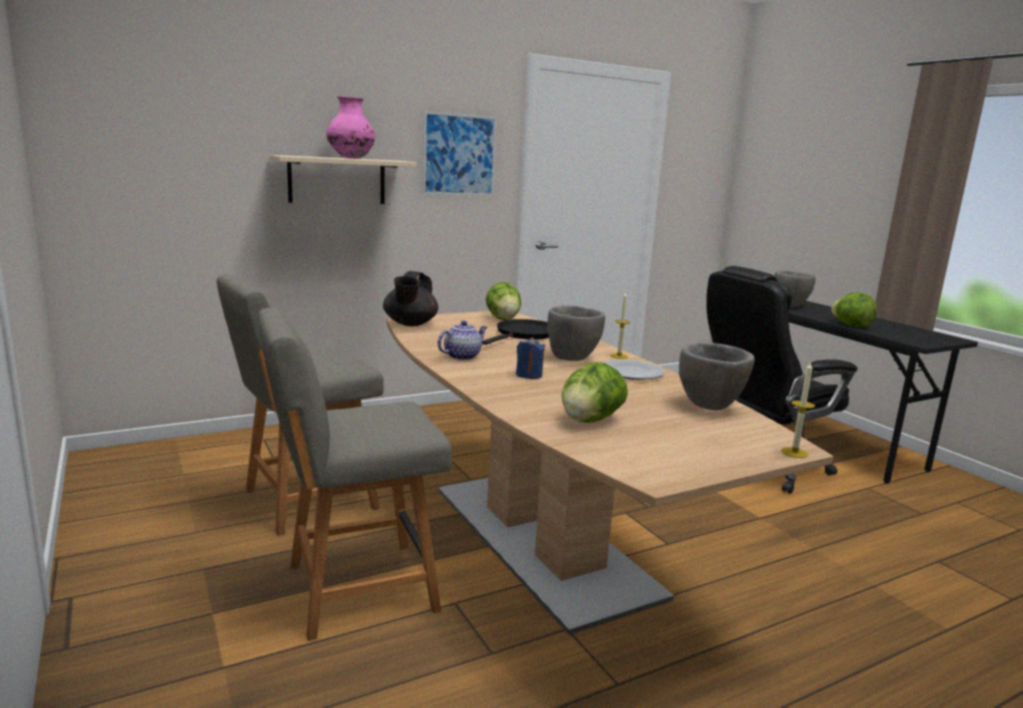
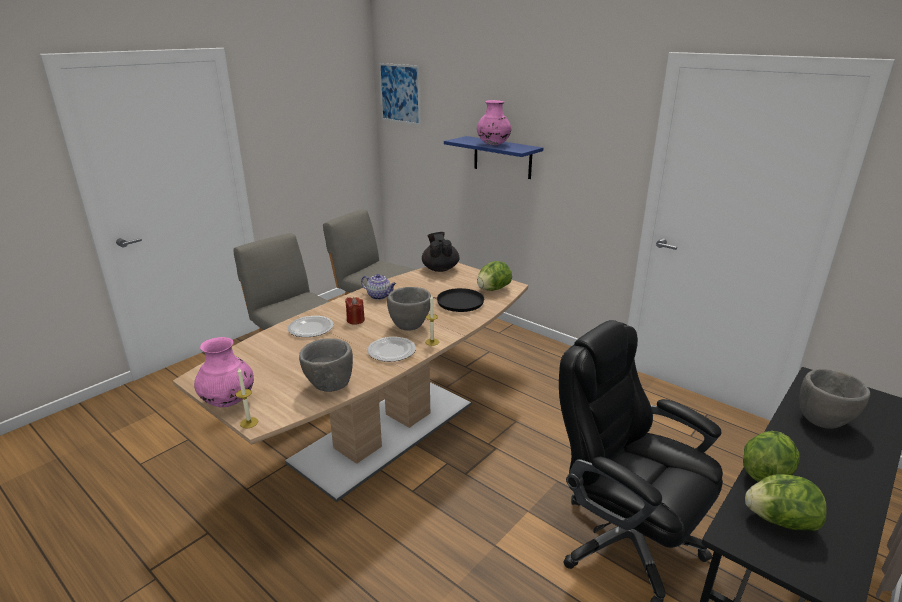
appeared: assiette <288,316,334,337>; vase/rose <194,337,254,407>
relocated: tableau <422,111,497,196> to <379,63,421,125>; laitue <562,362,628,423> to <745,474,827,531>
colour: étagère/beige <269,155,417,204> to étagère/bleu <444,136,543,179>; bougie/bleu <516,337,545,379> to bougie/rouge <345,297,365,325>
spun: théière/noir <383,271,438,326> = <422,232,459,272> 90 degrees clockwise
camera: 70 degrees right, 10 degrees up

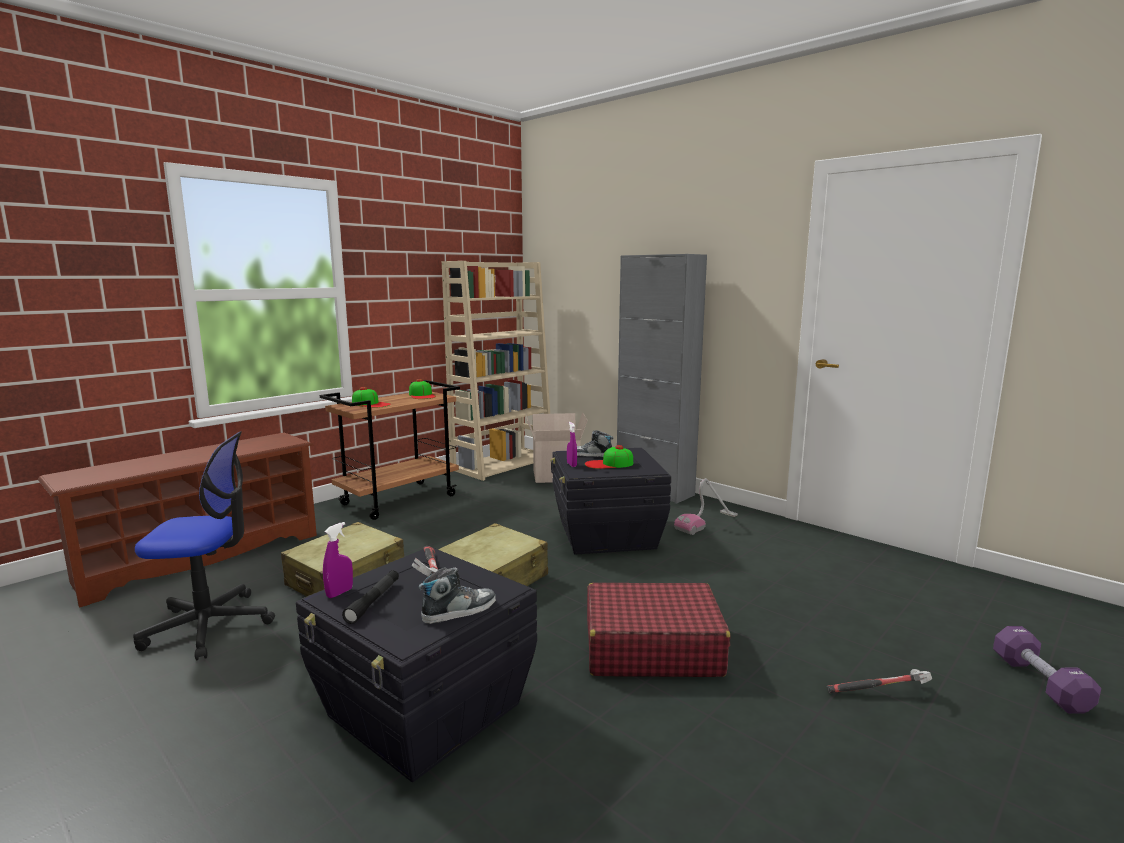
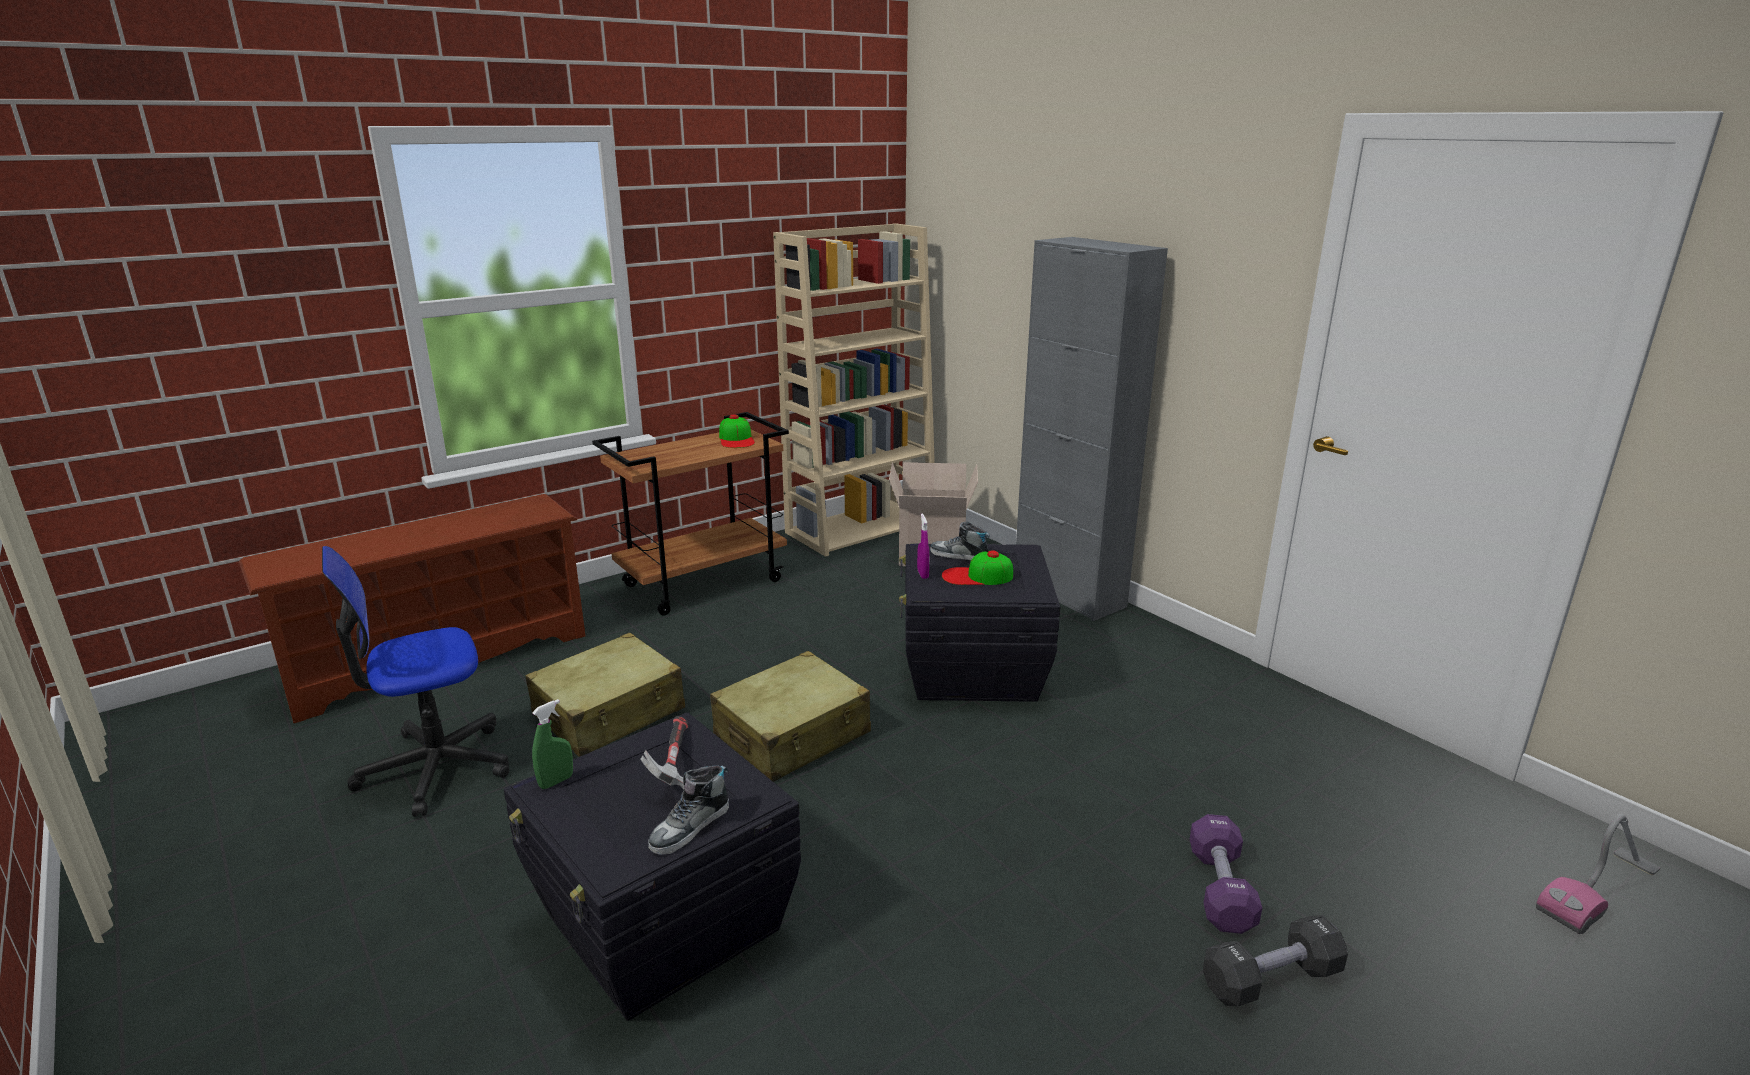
missing: casquette <352,387,391,408>; lampe de poche/noir <342,570,399,624>; valise/rouge <587,583,730,677>
relocated: aspirateur <674,478,738,535> to <1536,814,1660,934>; haltère/violet <993,626,1101,714> to <1190,814,1262,934>
exchanged: marteau <827,669,932,693> to haltère/noir <1203,915,1348,1006>
colour: vaporisateur/violet <323,522,353,598> to vaporisateur/vert <532,699,573,789>
spun: chaise de bureau <133,432,275,661> = <322,546,509,817> 150 degrees clockwise; chaussure <418,567,496,624> = <648,766,729,855> 150 degrees clockwise
camera: 10 degrees right, 10 degrees up

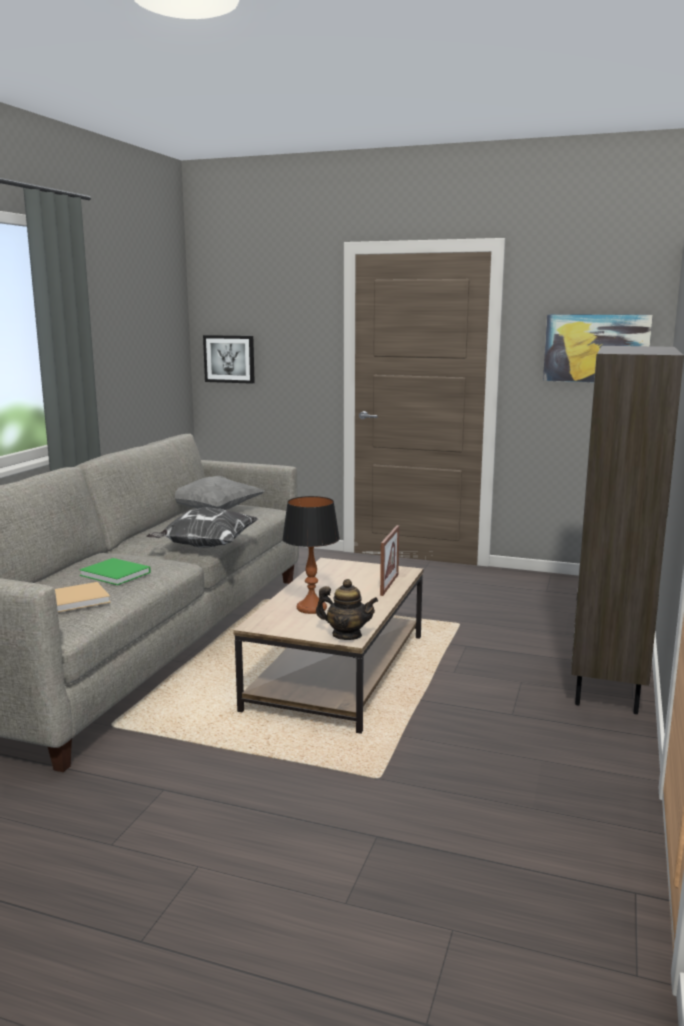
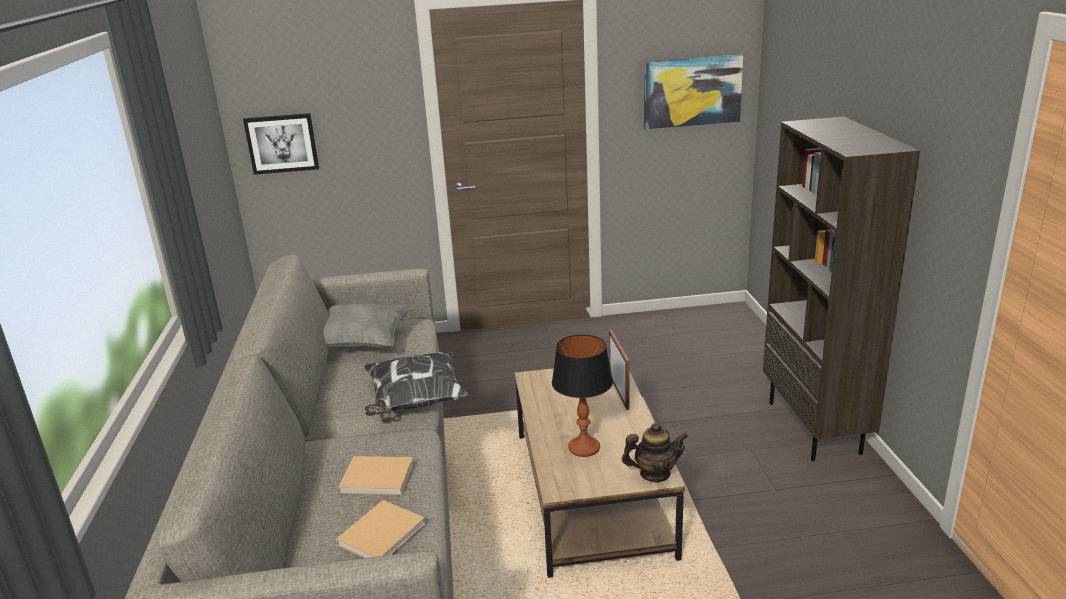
colour: livre/vert <79,558,151,585> to livre/beige <338,456,414,495>
camera: 25 degrees left, 10 degrees up

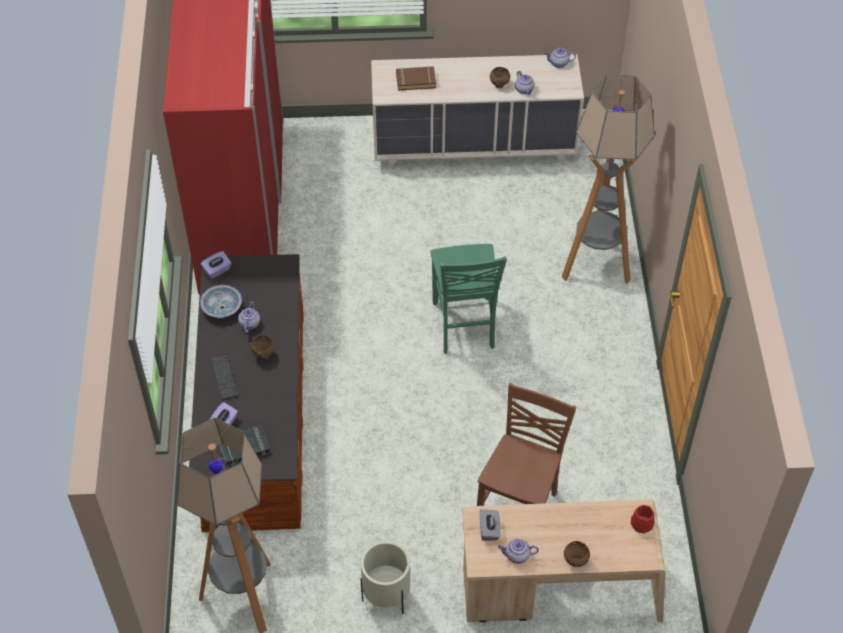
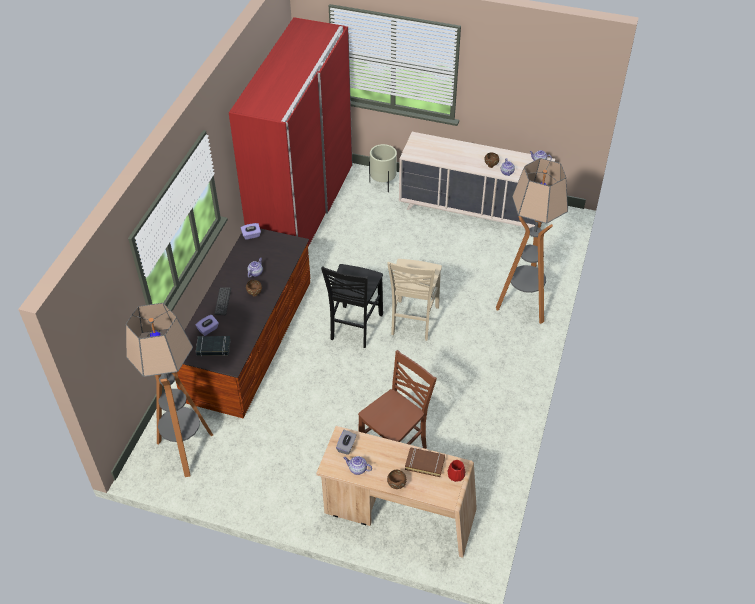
missing: bol <200,285,242,318>
appeared: chaise/noir <321,264,383,348>
relocated: livre/marron <396,66,436,91> to <405,447,445,477>; cache-pot/beige <360,541,410,614> to <369,144,397,192>
colour: chaise/vert <430,244,507,354> to chaise/beige <387,259,442,341>
camera: 20 degrees right, 5 degrees down

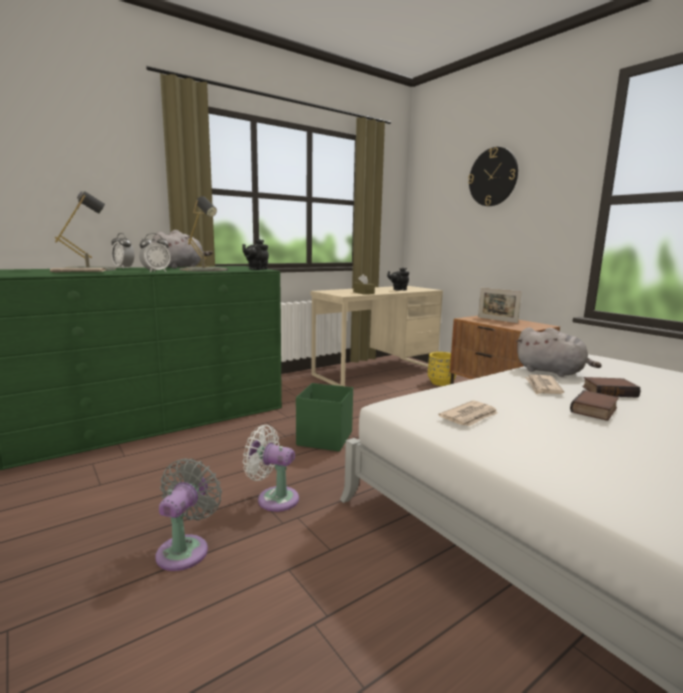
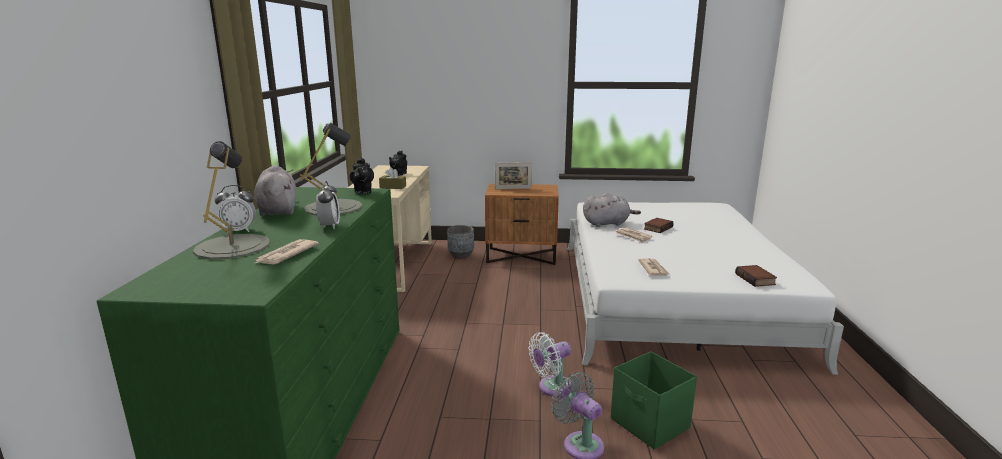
missing: horloge murale <468,147,518,206>
relocated: boîte de rangement/vert <296,383,353,452> to <611,351,697,449>; livre <570,390,619,421> to <735,265,777,287>
colour: cache-pot/jaune <428,352,456,386> to cache-pot/gris <447,225,474,258>
camera: 50 degrees left, 5 degrees up

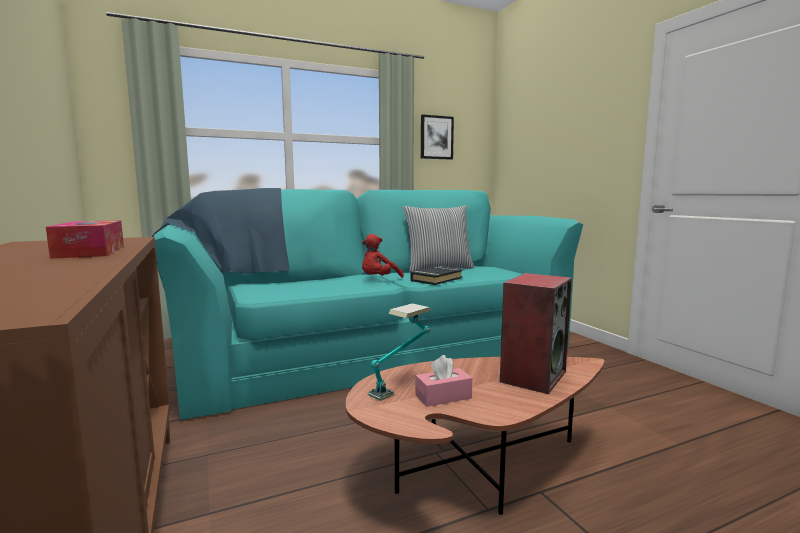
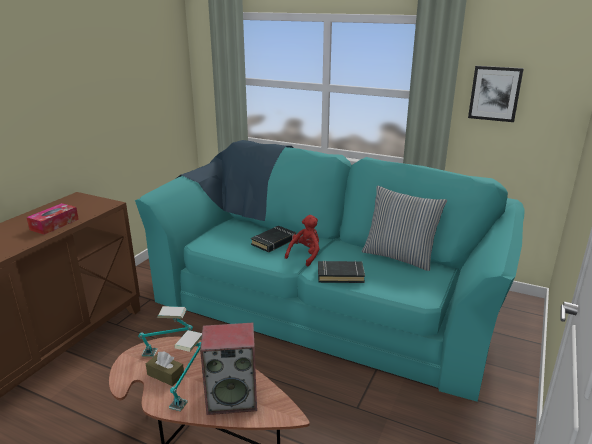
appeared: livre/noir <251,226,296,252>; lampe de table <169,330,202,412>
colour: boîte à mouchoirs/rose <416,355,472,407> to boîte à mouchoirs/marron <146,351,184,386>
spun: peluche/rouge <362,234,404,278> = <285,215,319,267> 120 degrees clockwise
camera: 50 degrees right, 15 degrees up

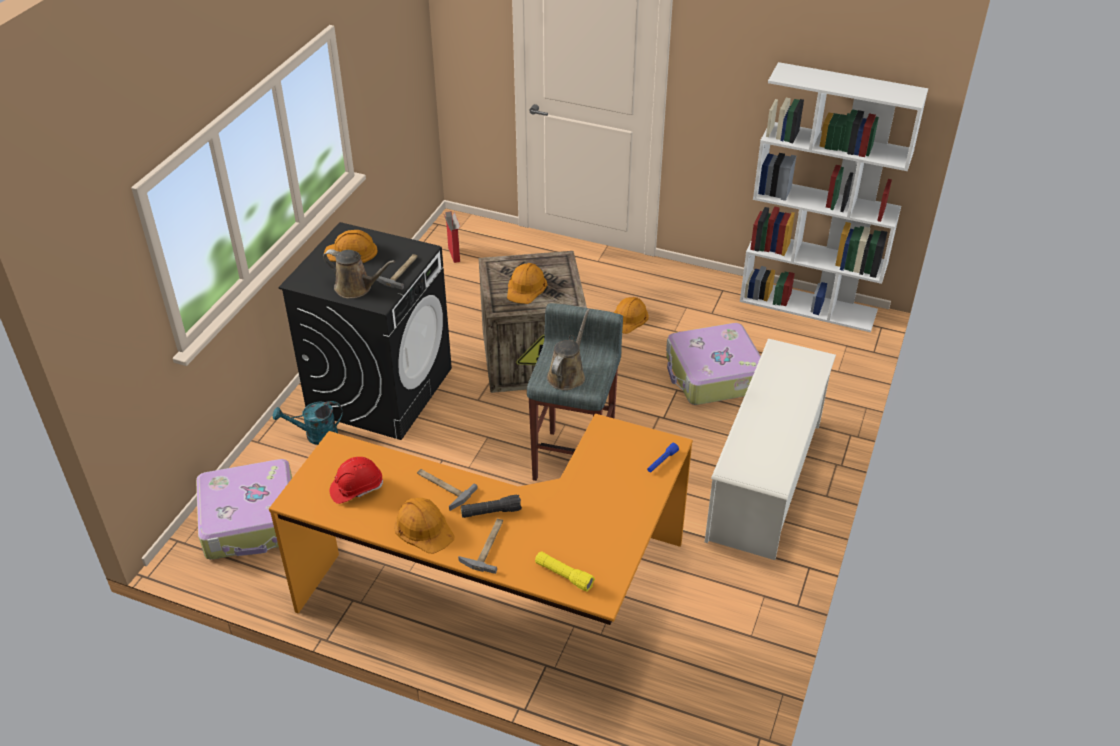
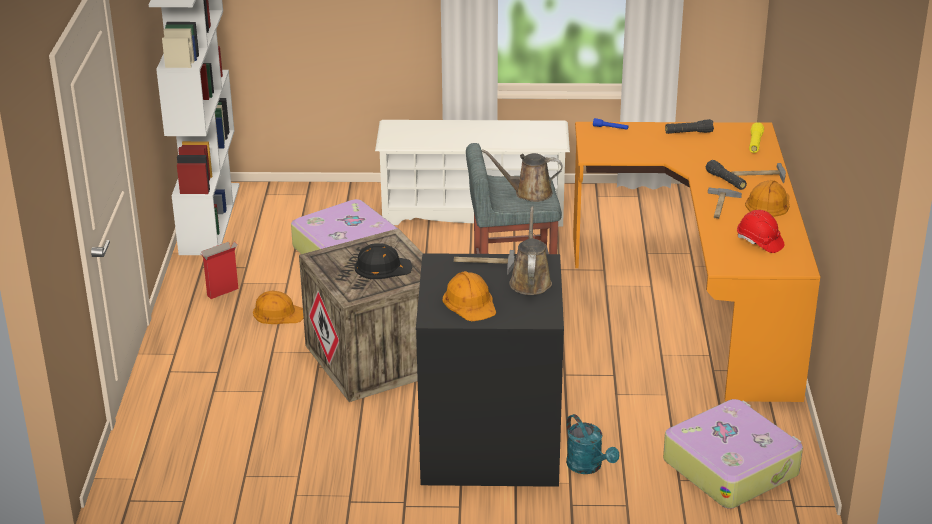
appeared: lampe de poche/noir <665,119,714,134>
relocated: carton <444,211,460,263> to <200,242,238,299>
colour: casque de chantier/orange <507,263,547,304> to casque de chantier/noir <354,243,412,279>
camera: 110 degrees left, 10 degrees down

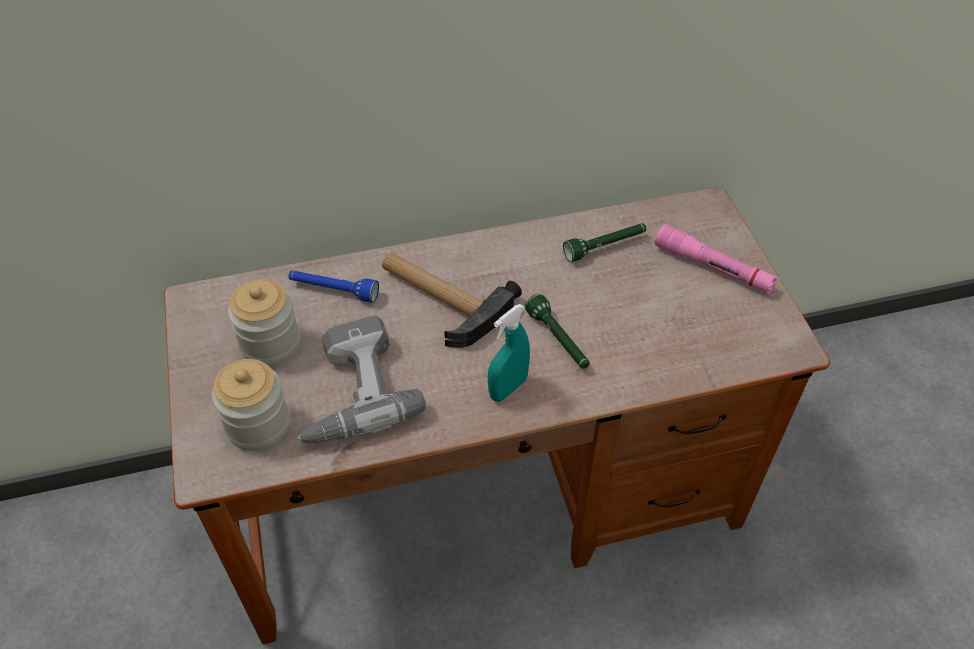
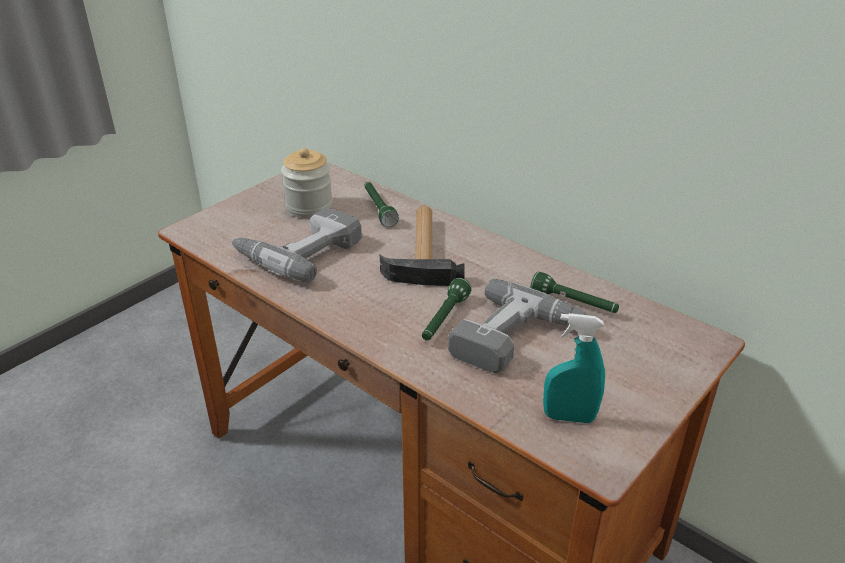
missing: lampe de poche/rose <655,224,777,294>; bocal <212,359,290,451>
appeared: perceuse <448,279,587,373>
relocated: vaporisateur/turquoise <488,304,530,402> to <543,313,605,423>
colour: lampe de poche/bleu <288,270,379,303> to lampe de poche/vert <364,182,399,227>
camera: 55 degrees right, 15 degrees down

